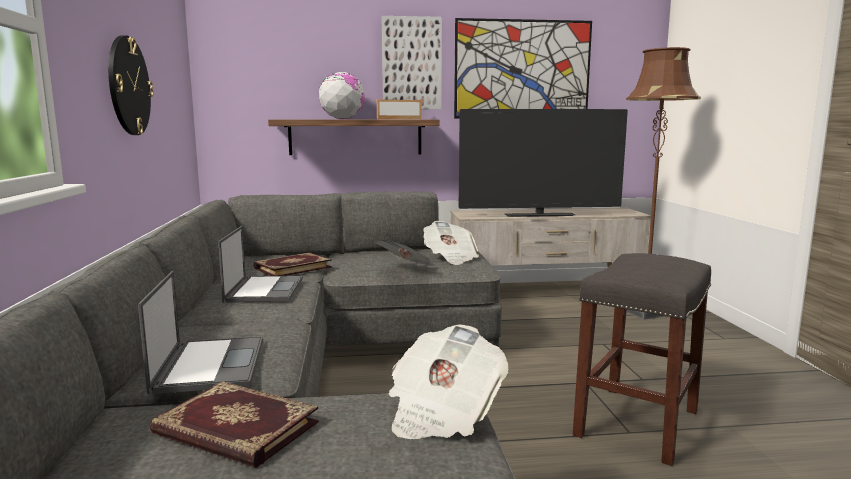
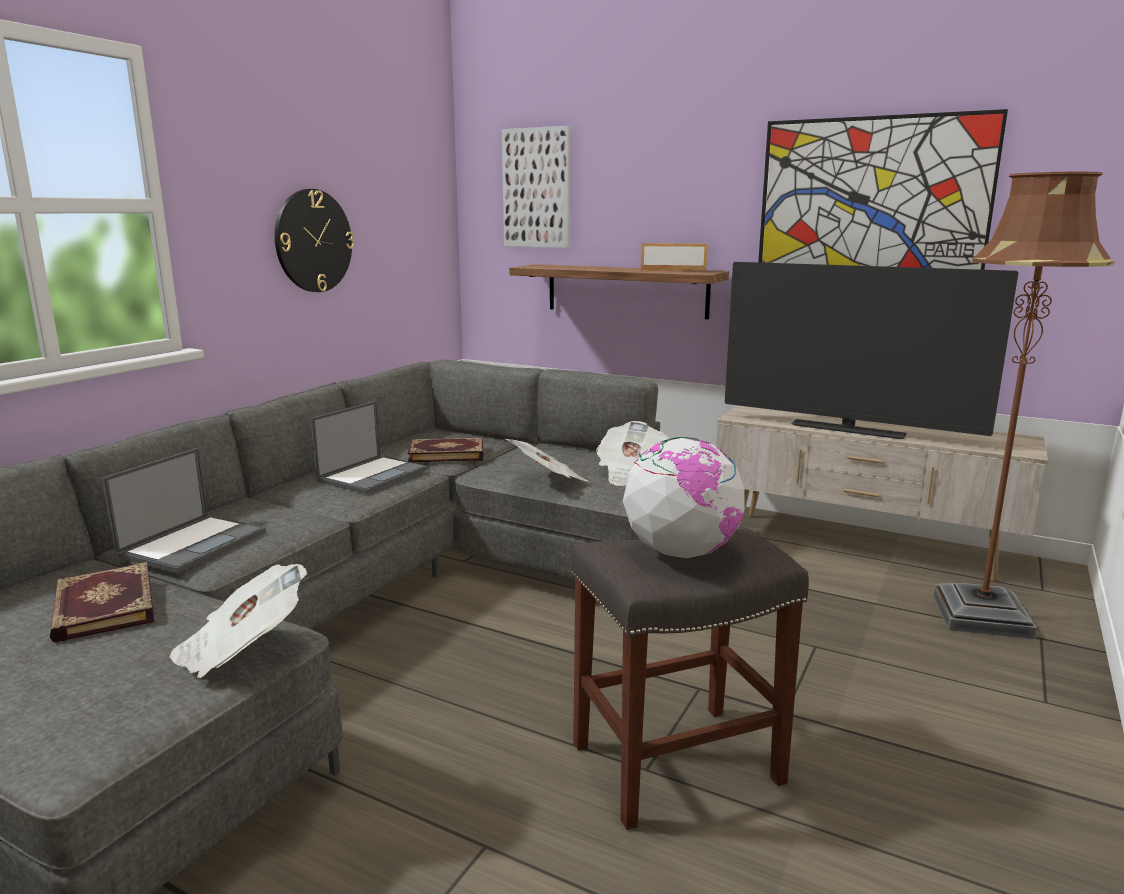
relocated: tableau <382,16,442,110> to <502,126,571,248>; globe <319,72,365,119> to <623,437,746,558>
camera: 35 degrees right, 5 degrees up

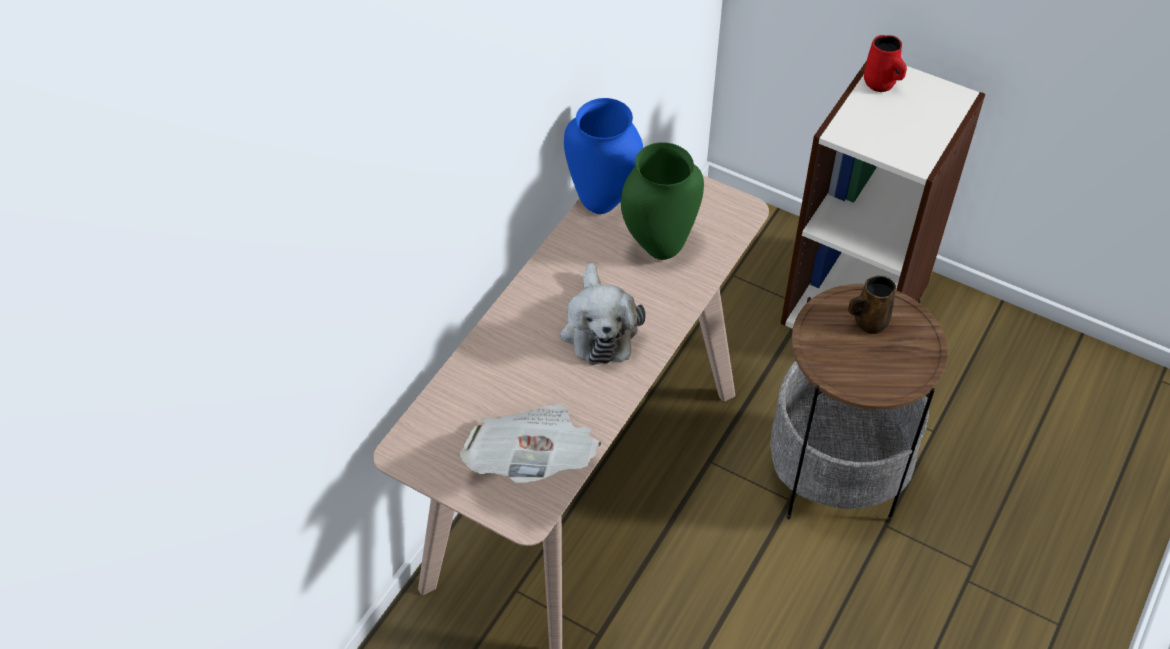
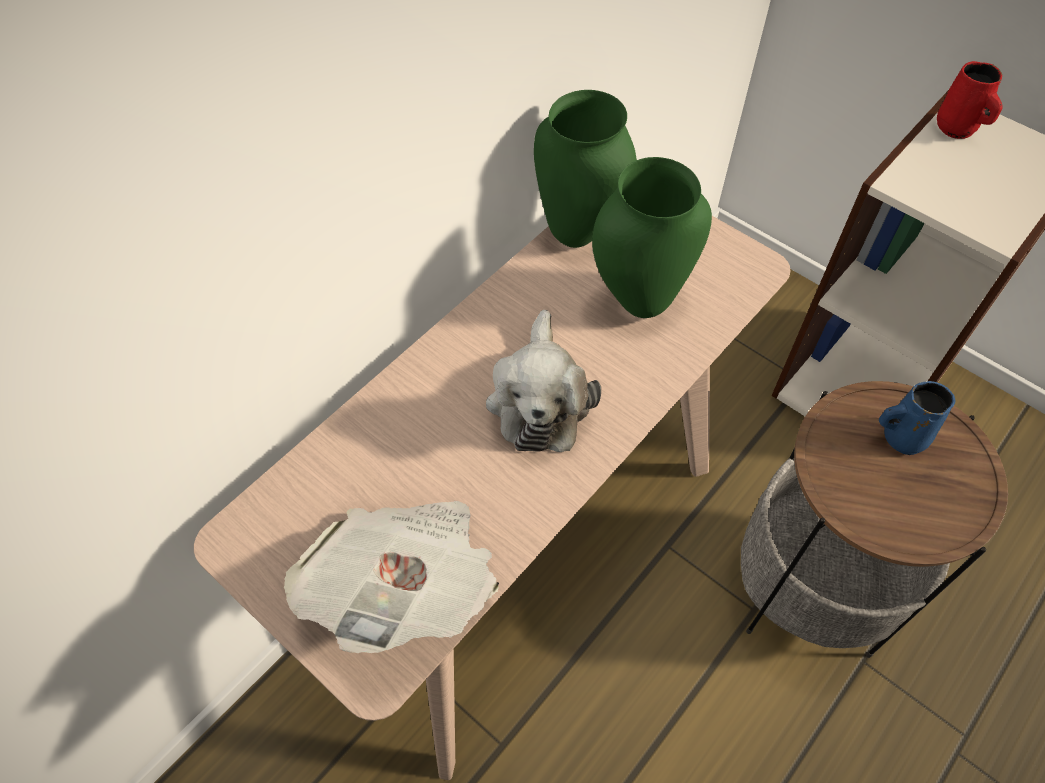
colour: vase/bleu <564,98,644,214> to vase/vert <534,90,637,248>; mug/marron <848,276,896,334> to mug/bleu <879,381,955,455>
camera: 10 degrees right, 5 degrees up

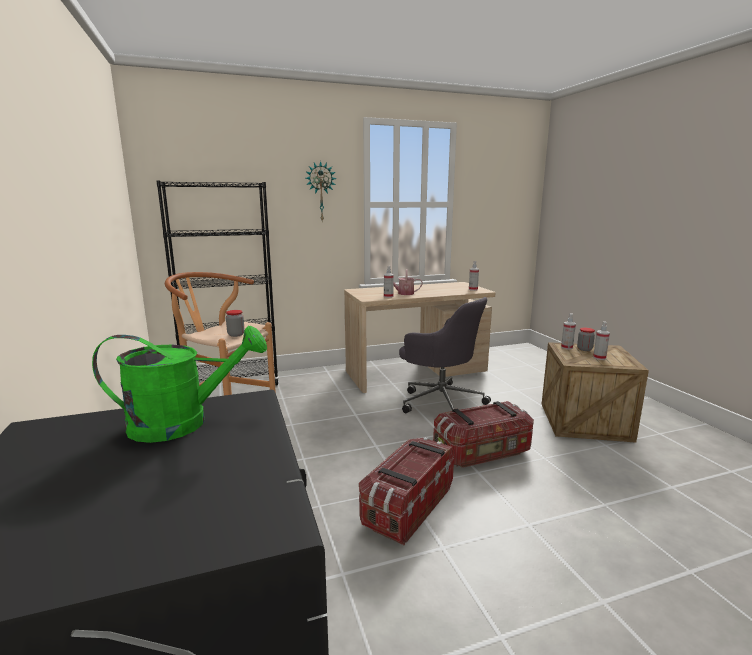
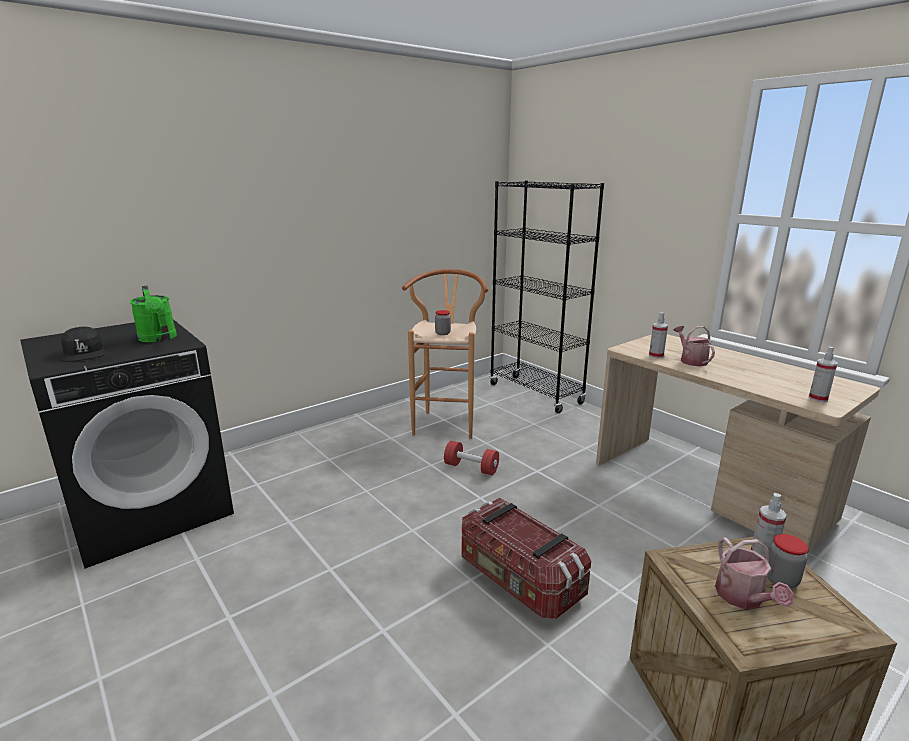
missing: horloge murale <305,161,337,221>; chaise de bureau/gris <399,297,491,413>; boîte de rangement <359,437,455,545>
appeared: casquette/noir <61,327,106,362>; haltère/rouge <444,441,499,475>
exchanged: vaporisateur <593,321,610,360> to arrosoir <715,537,794,609>
camera: 70 degrees right, 5 degrees up

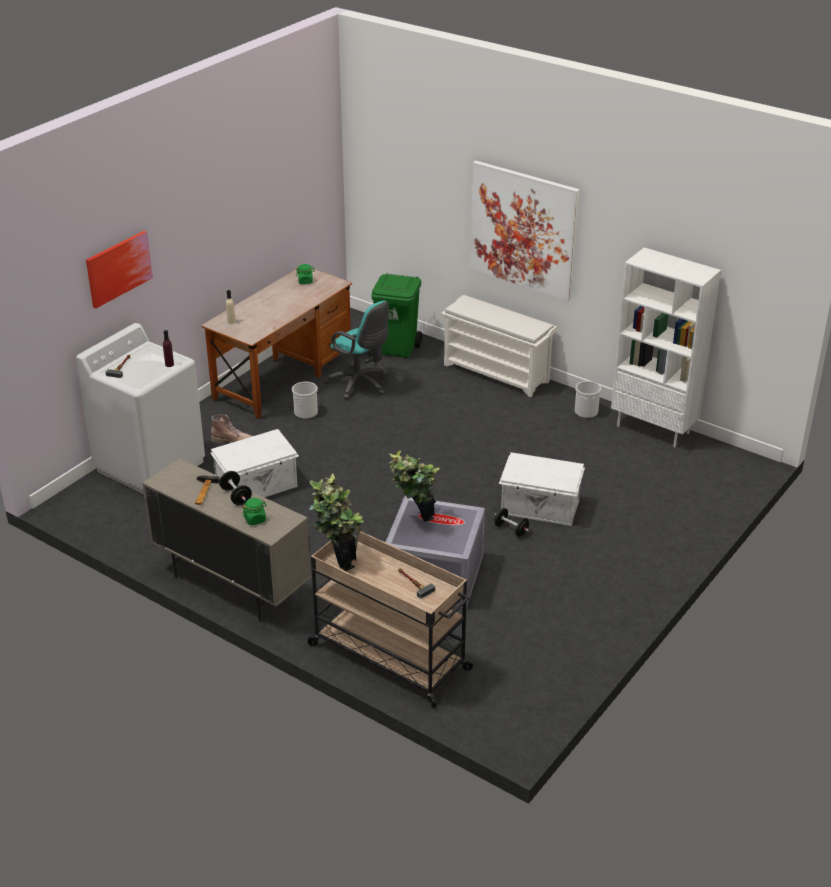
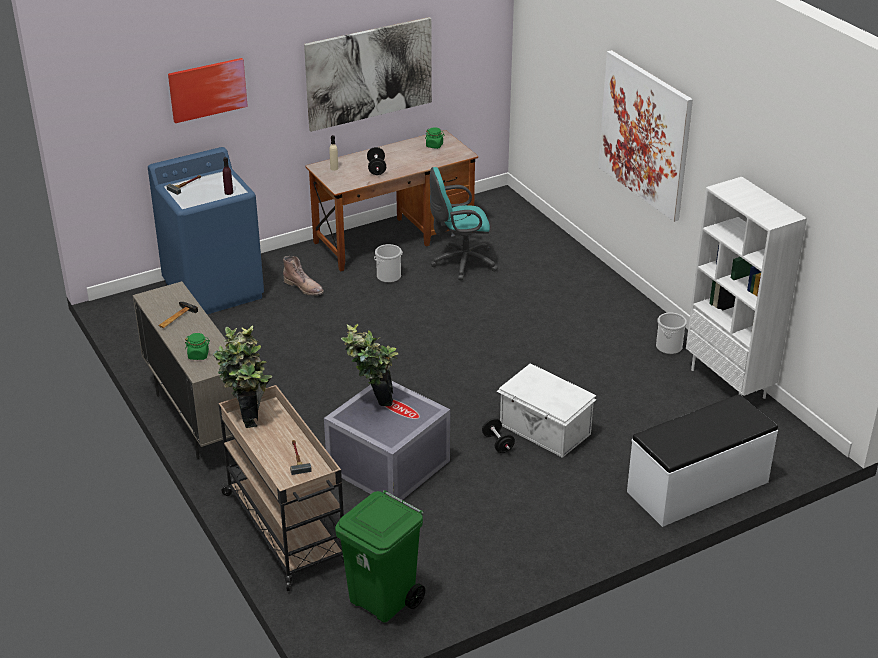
missing: étagère à chaussures/blanc <441,295,557,397>; boîte de rangement/blanc <210,429,299,497>
appeared: tableau <304,17,432,132>; banc/blanc <627,394,778,527>
relocated: poubelle/vert <371,273,422,358> to <335,490,425,622>; haltère/noir <219,471,252,505> to <367,147,386,175>
colour: lave-linge/blanc <76,323,205,494> to lave-linge/bleu <148,147,264,314>
spun: chaise de bureau/turquoise <325,301,389,400> = <430,167,498,280> 105 degrees clockwise
camera: 25 degrees right, 0 degrees up

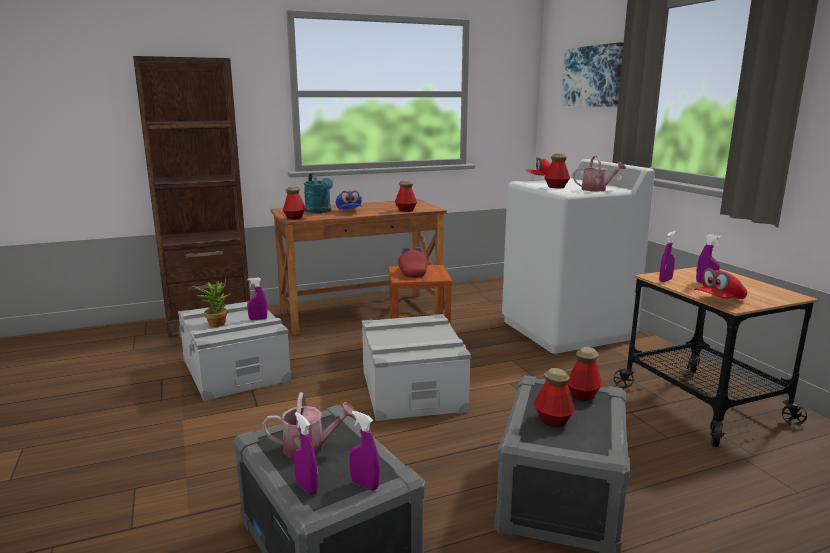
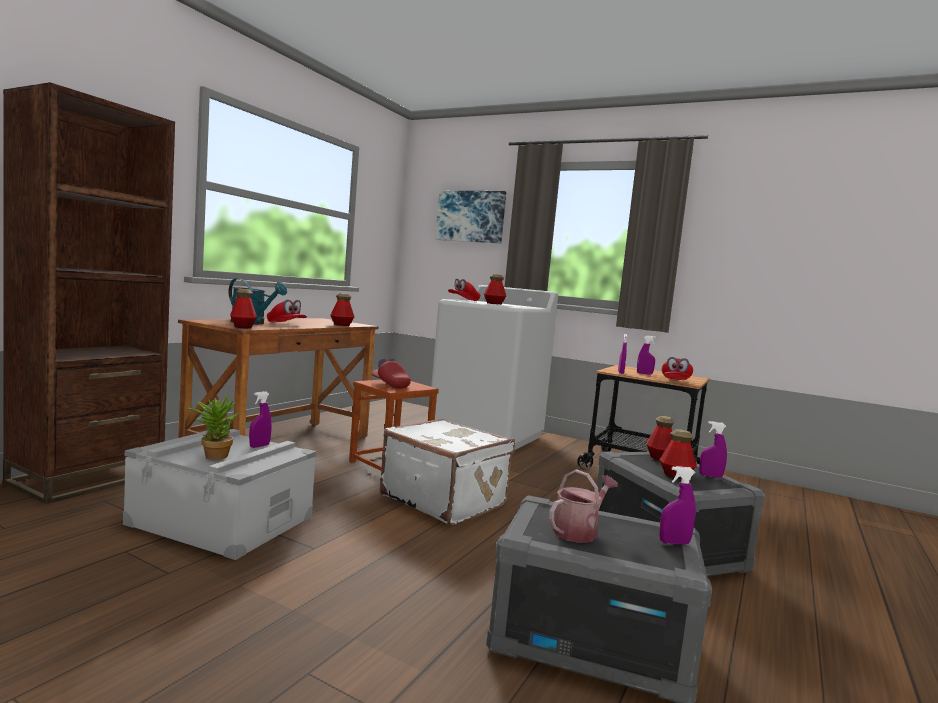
missing: arrosoir <573,155,626,192>
relocated: vaporisateur/violet <294,412,318,495> to <699,421,727,478>
exchanged: boîte de rangement/gris <362,314,471,421> to valise/blanc <380,418,515,525>
colour: casquette/bleu <336,190,362,209> to casquette/rouge <267,299,307,322>
camera: 40 degrees left, 10 degrees down

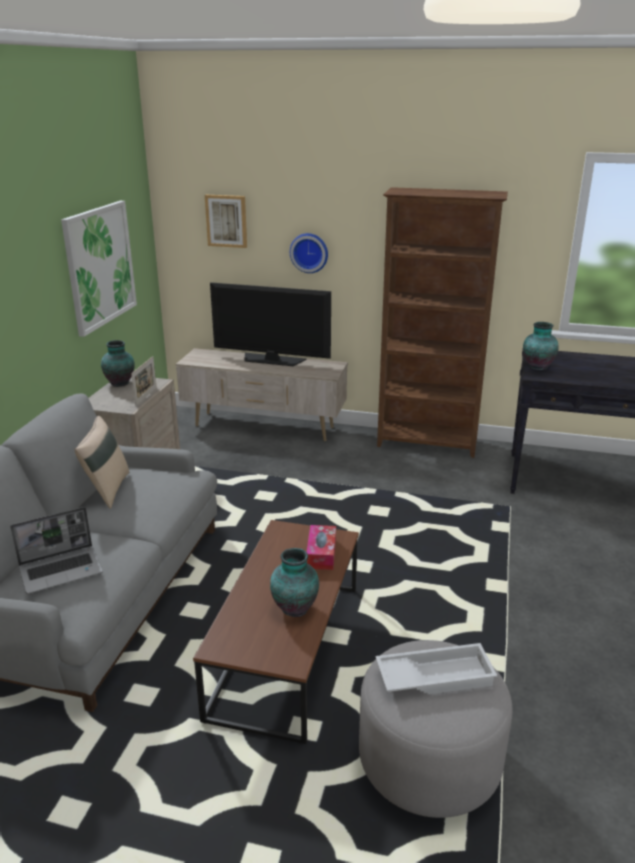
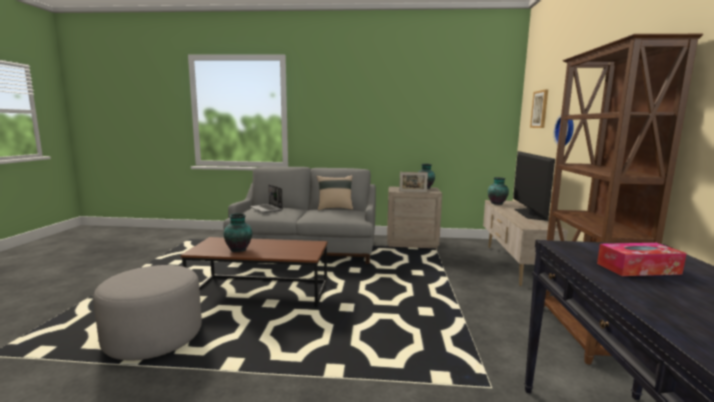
missing: tableau <61,201,137,337>; plateau/blanc <376,643,498,694>
relocated: vase <523,322,559,370> to <488,177,509,205>; boîte à mouchoirs <306,525,336,570> to <597,243,687,276>
camera: 80 degrees right, 15 degrees down

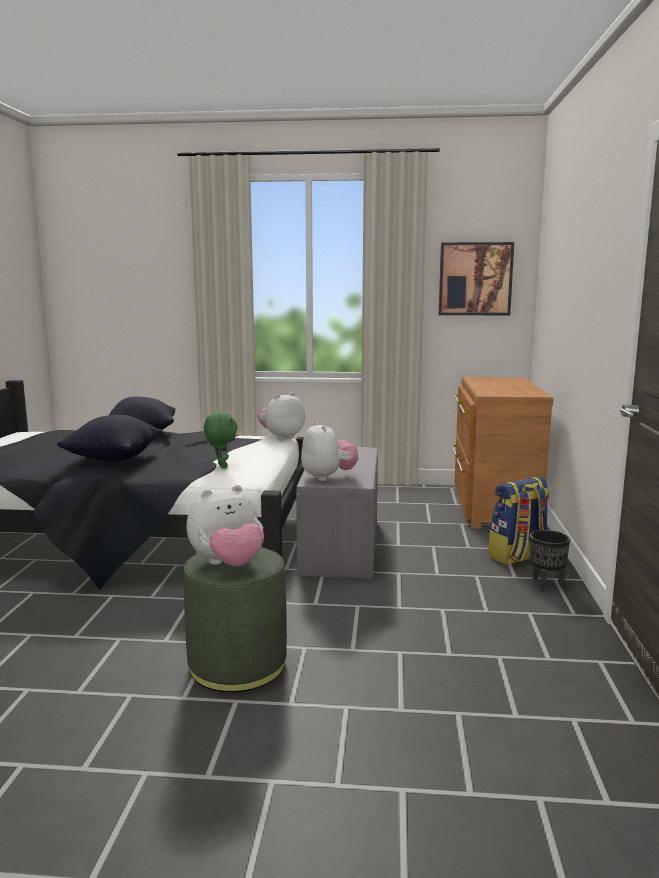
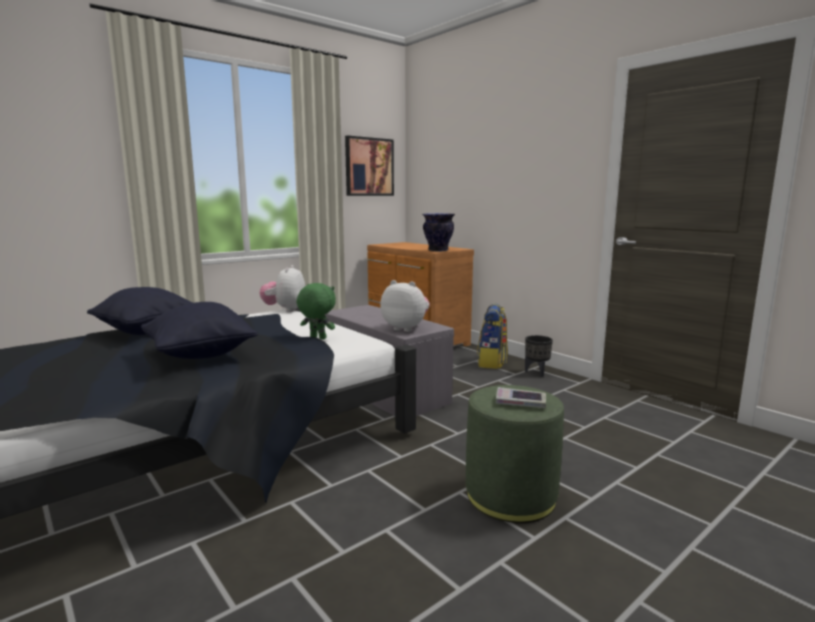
appeared: vase <422,213,455,252>
exchanged: peluche <186,485,264,566> to livre <496,387,546,408>
camera: 45 degrees left, 0 degrees up

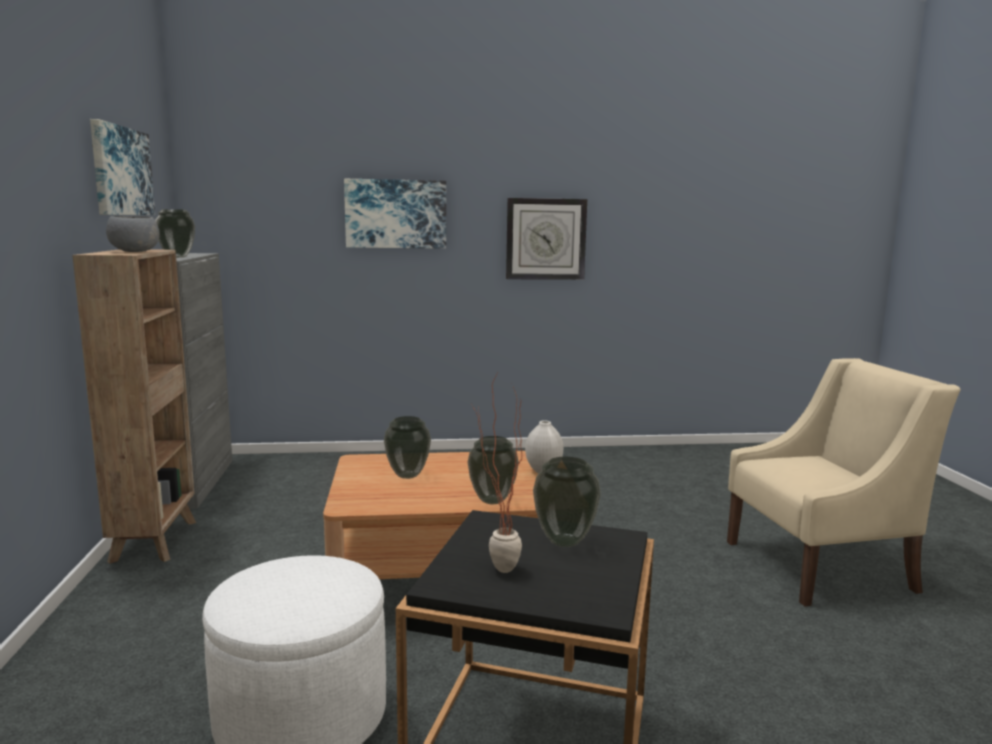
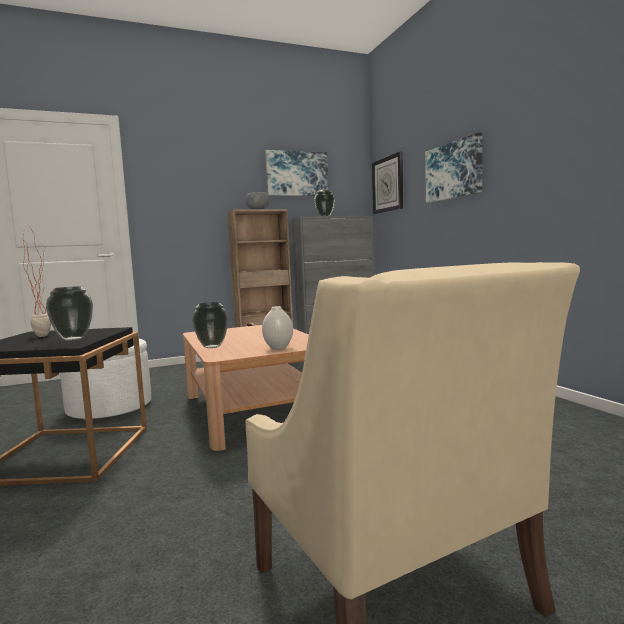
missing: vase <384,416,431,479>
relocated: horloge murale <506,198,587,280> to <372,152,403,214>
camera: 75 degrees right, 5 degrees down

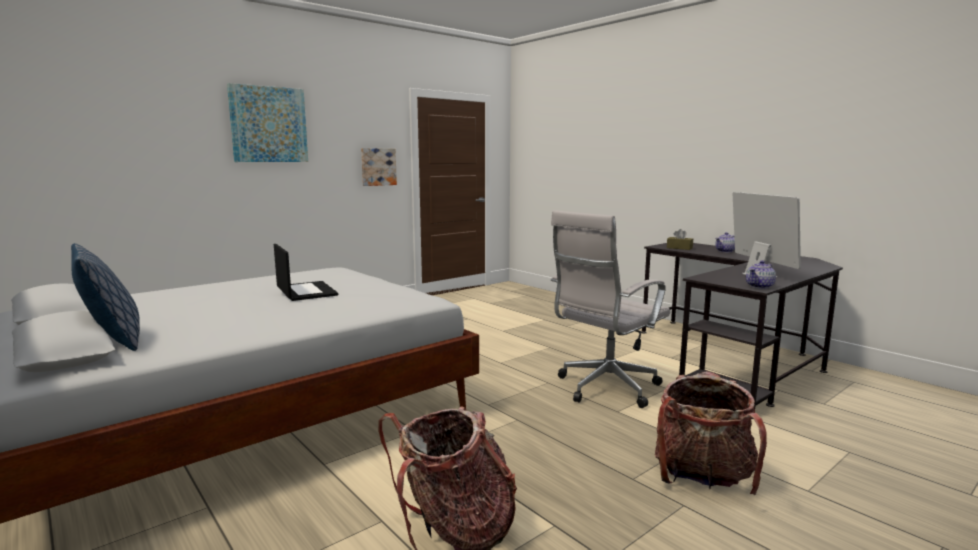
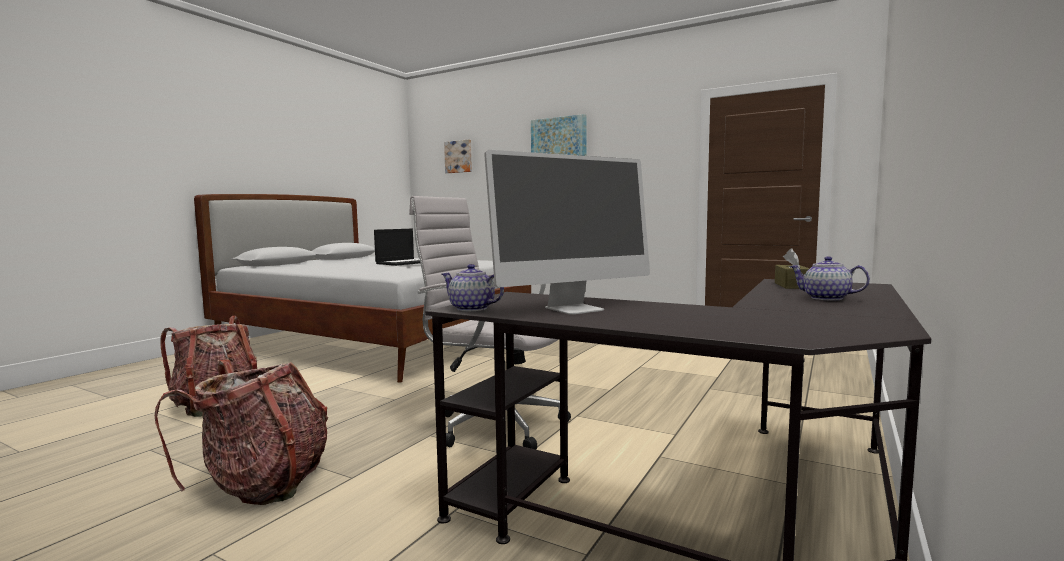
missing: coussin <71,243,140,351>
relocated: tableau <361,148,397,186> to <444,139,472,173>
camera: 70 degrees right, 5 degrees down

